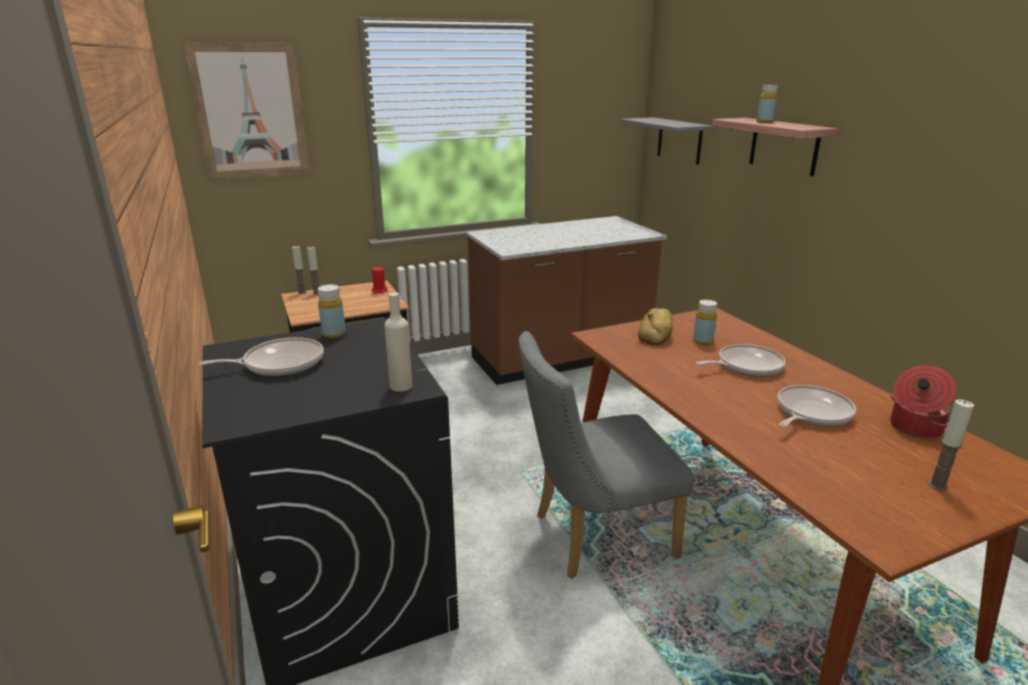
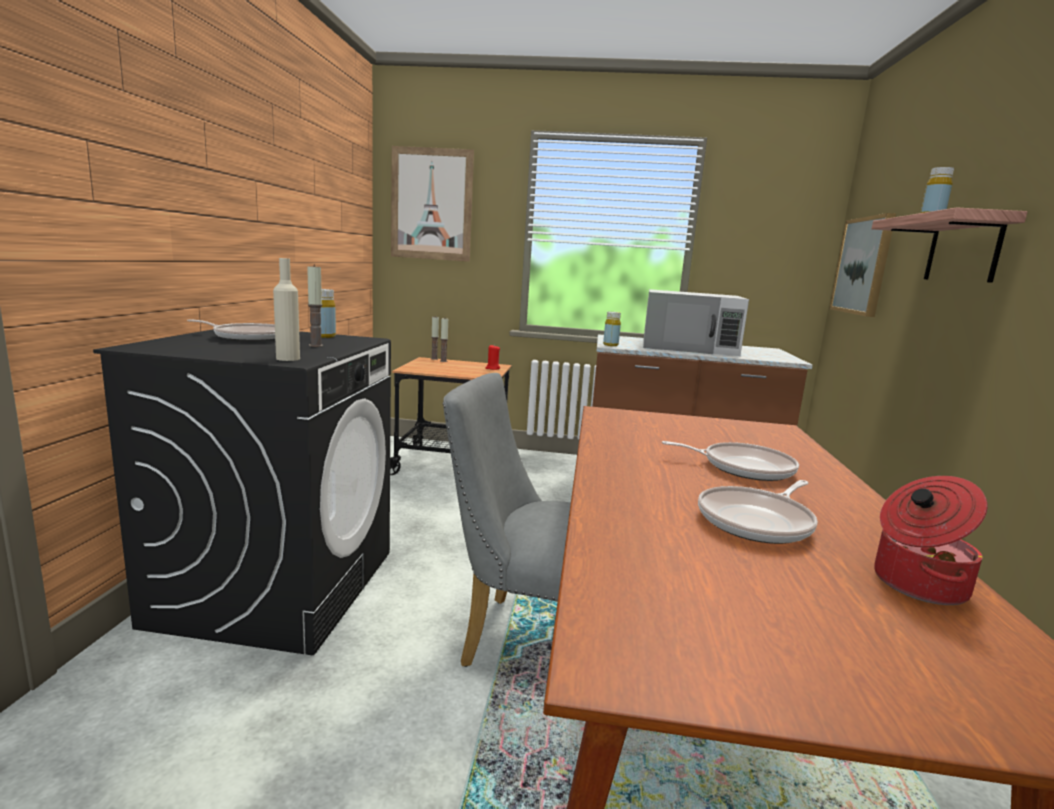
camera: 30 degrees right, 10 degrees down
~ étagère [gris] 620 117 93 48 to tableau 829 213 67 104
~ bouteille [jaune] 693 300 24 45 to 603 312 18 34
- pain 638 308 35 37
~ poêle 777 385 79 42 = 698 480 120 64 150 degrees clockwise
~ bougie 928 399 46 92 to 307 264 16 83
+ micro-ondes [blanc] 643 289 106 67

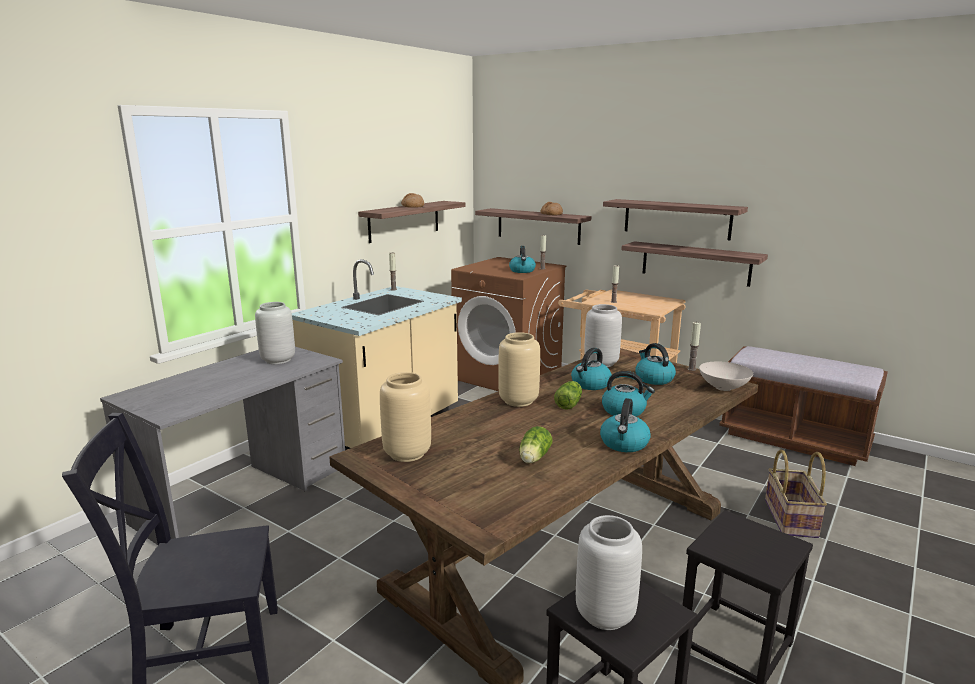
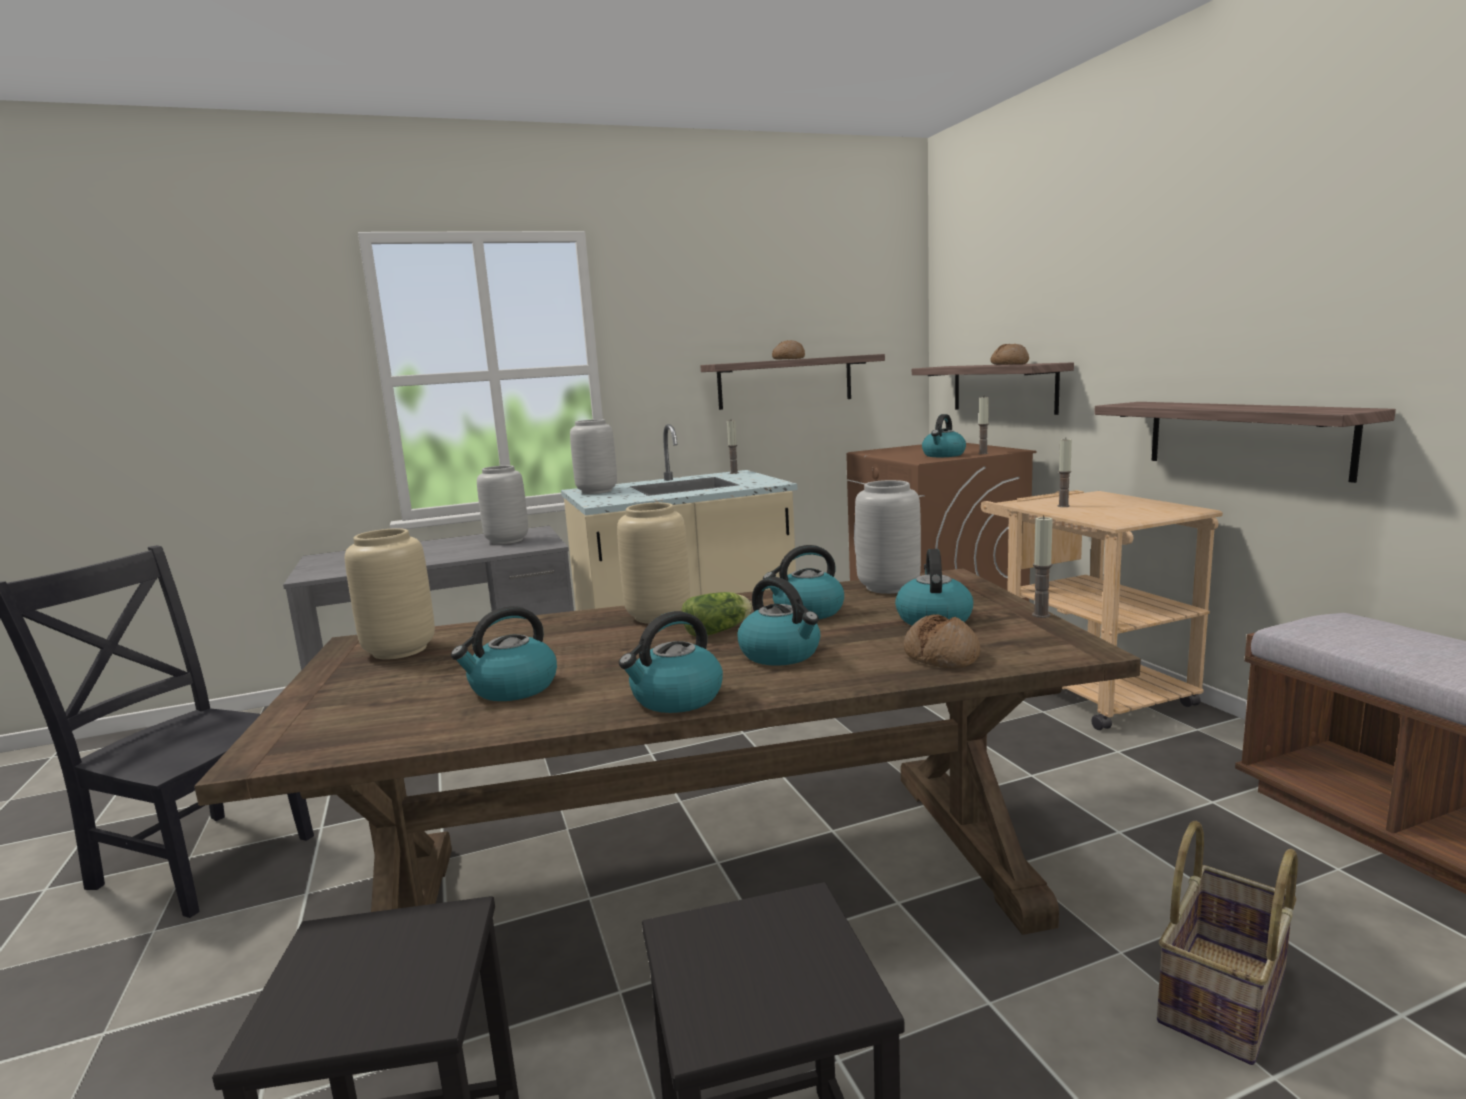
camera: 35 degrees right, 5 degrees down
- étagère 603 199 145 41
- bol [blanc] 699 362 54 29
~ laitue 519 426 34 37 to bouilloire 451 606 106 95
~ vase [gris] 576 515 66 115 to 570 419 47 75
+ pain 904 615 76 53

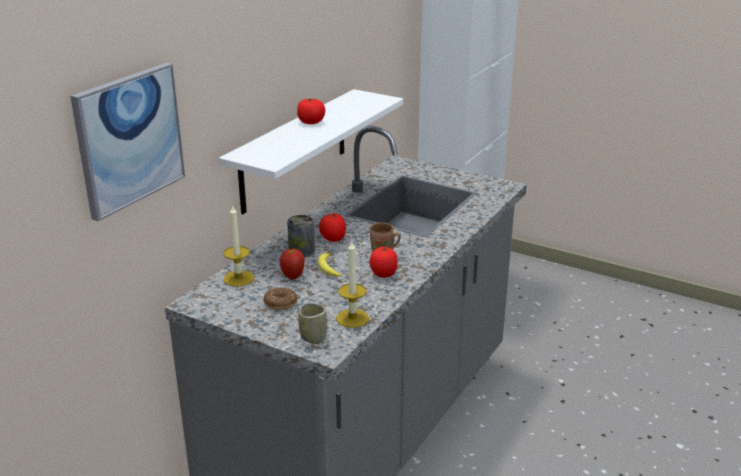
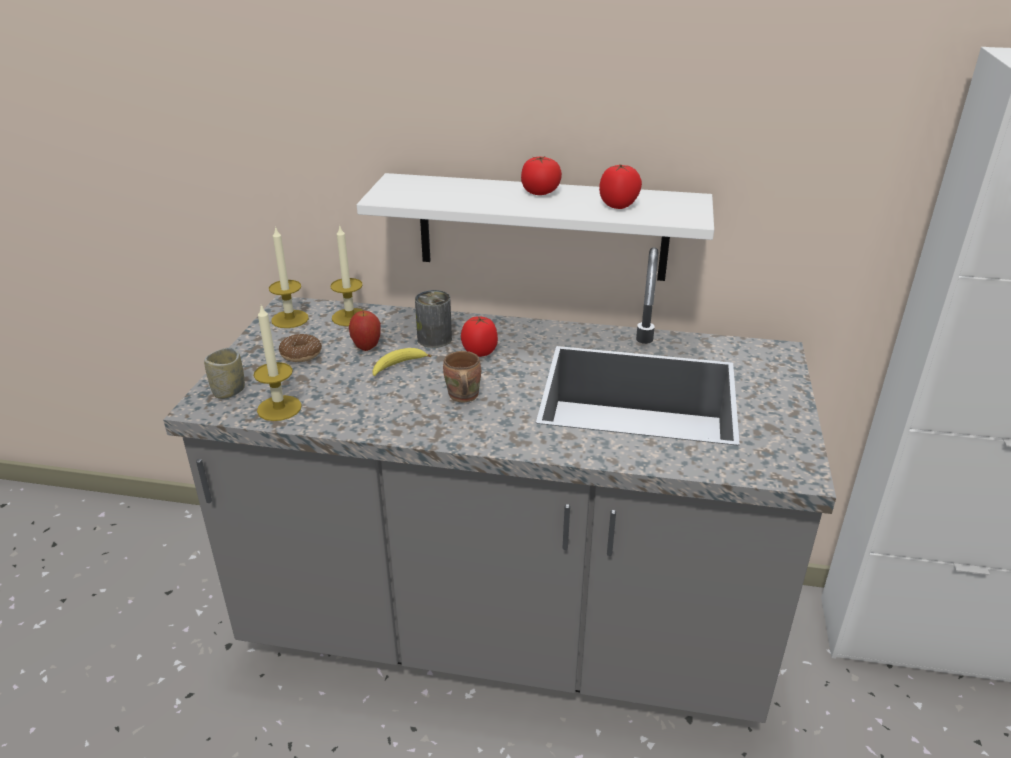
camera: 70 degrees right, 5 degrees up
- tableau 70 63 115 158
~ tomate 370 246 28 32 to 599 164 43 45
+ bougie 269 226 40 102

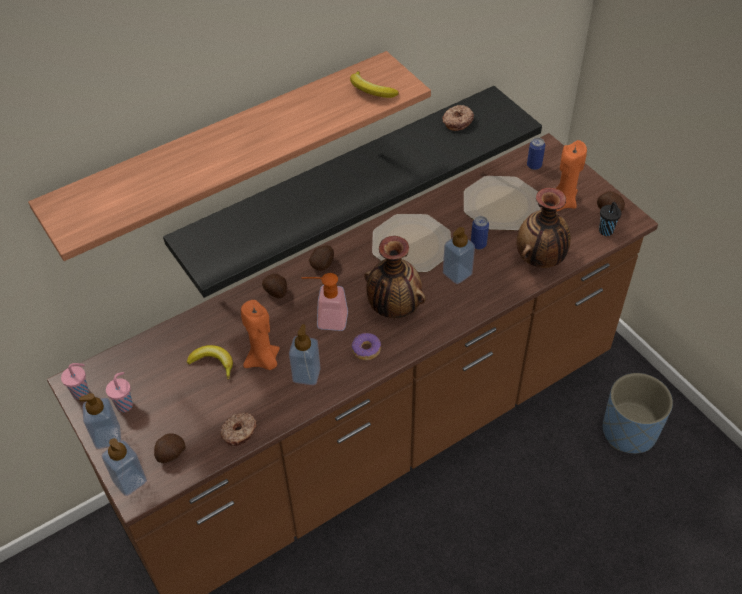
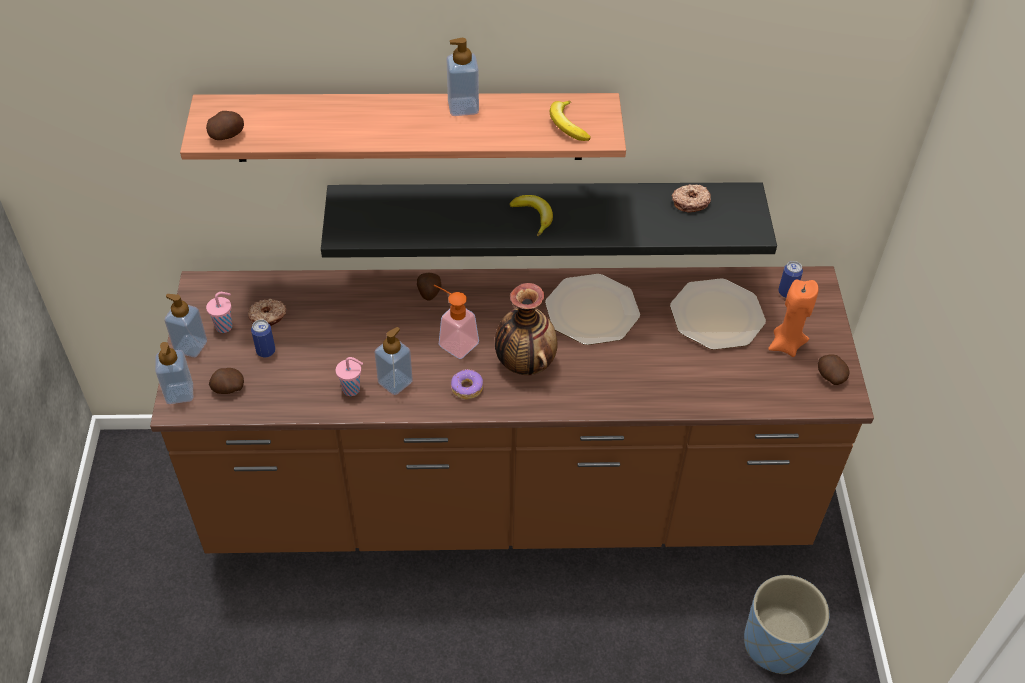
camera: 30 degrees right, 0 degrees up
- vase 516 188 55 80
- tasse [noir] 599 202 22 34
~ boîte métallique 471 216 18 33 to 251 319 24 39
~ distributeur de savon 443 227 32 57 to 446 38 33 78
~ pomme de terre 309 245 25 26 to 206 111 38 29
- bougie [orange] 241 300 39 70
~ banane 187 345 46 35 to 510 195 43 41
~ tasse [rose] 61 363 28 37 to 336 357 27 39
~ beignet 220 412 37 34 to 248 299 38 27

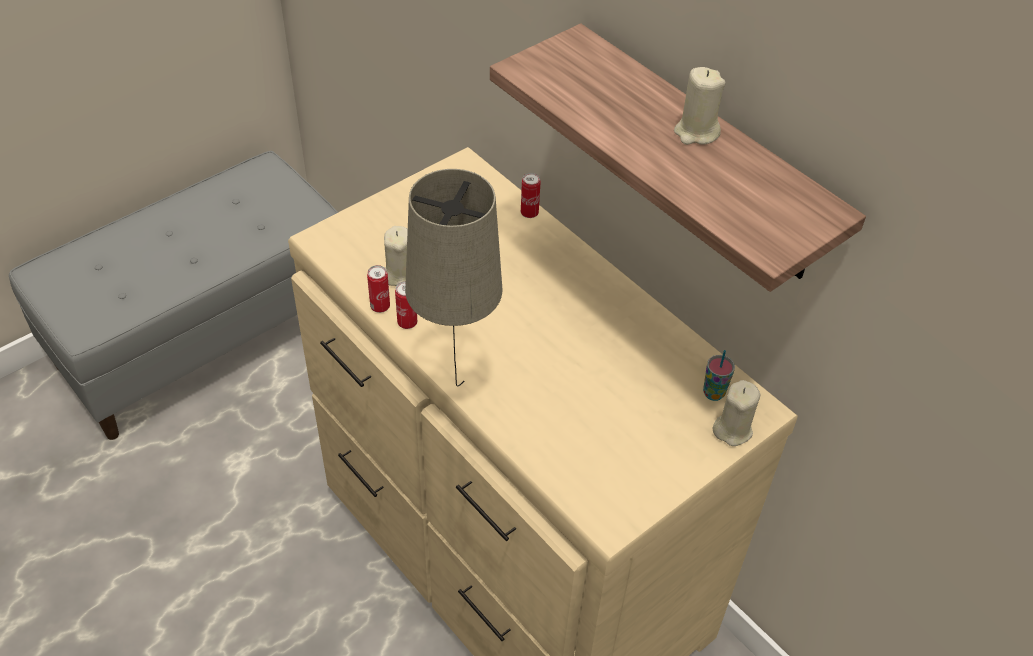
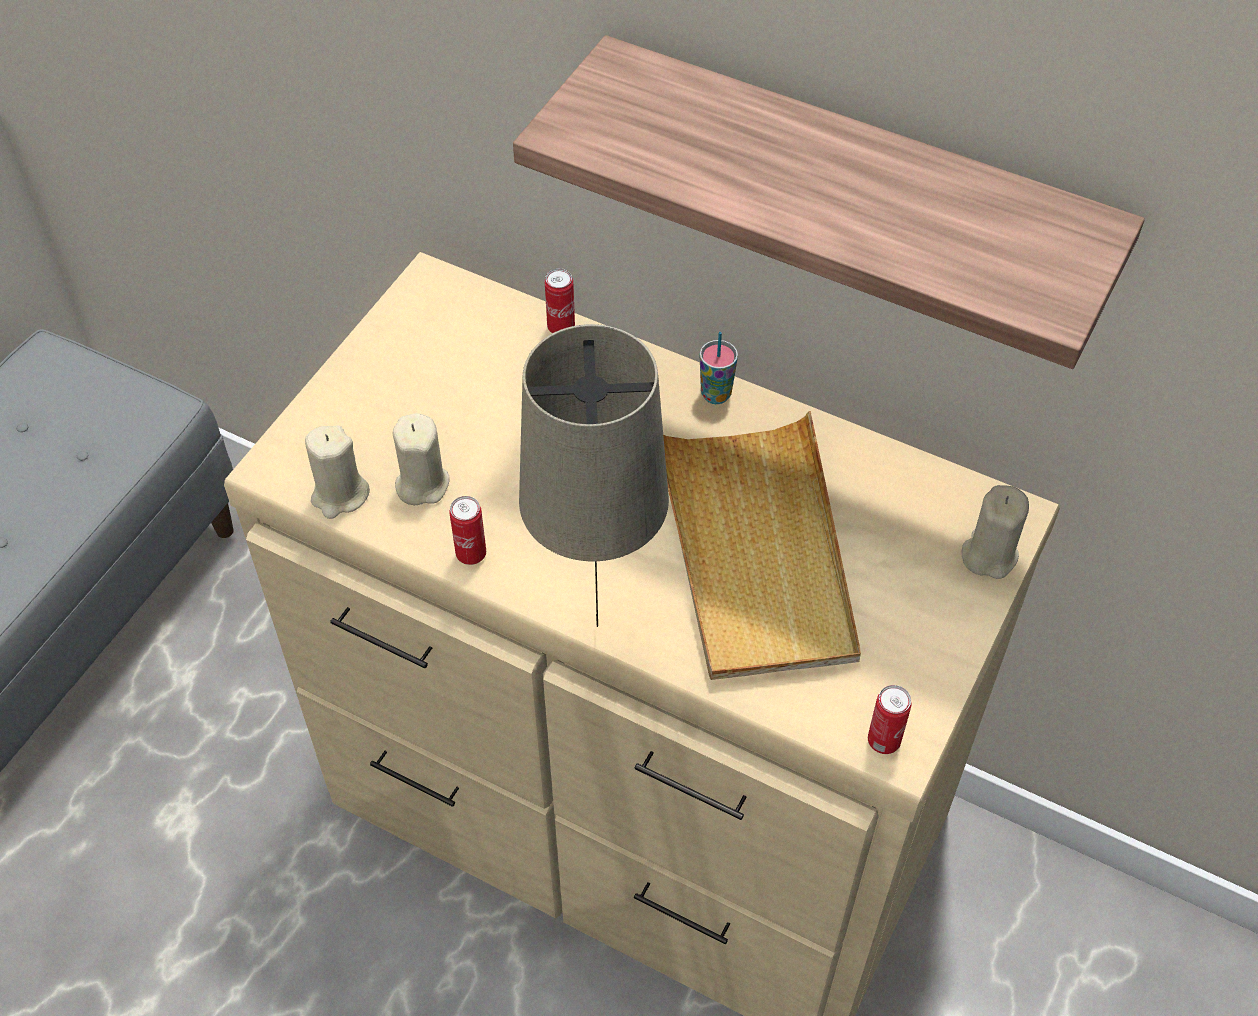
camera: 20 degrees left, 5 degrees up
~ bougie [beige] 674 67 51 78 to 305 425 65 94
~ boîte métallique 367 265 23 48 to 868 685 44 69
~ tasse 703 350 32 51 to 700 332 38 72
+ plateau [beige] 663 411 198 269

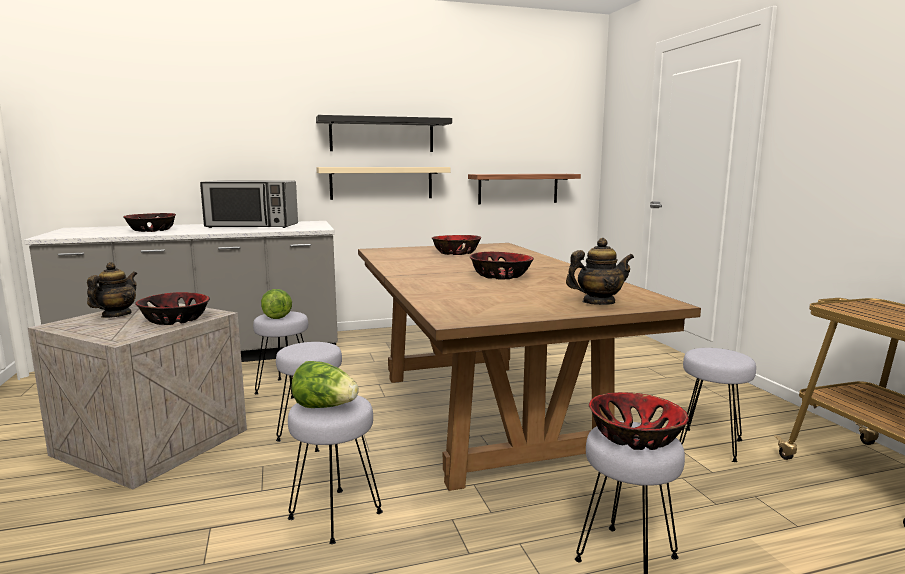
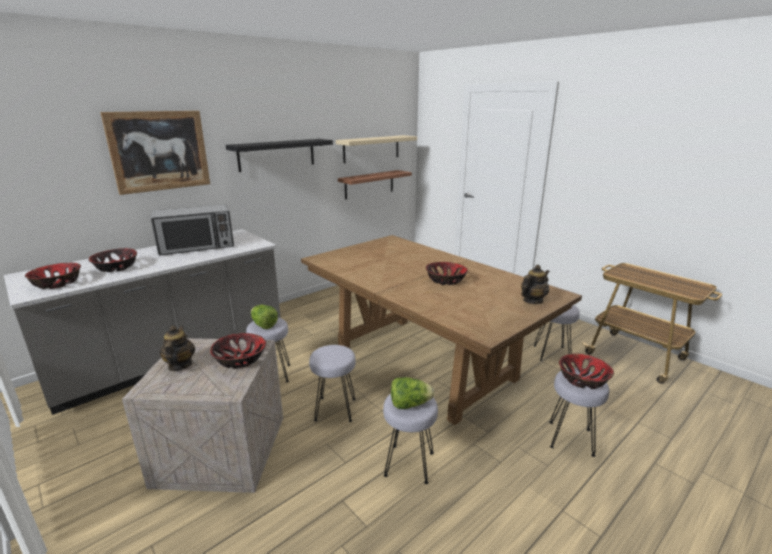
camera: 25 degrees left, 10 degrees up
~ étagère [beige] 316 167 134 33 to 336 135 81 28
~ bol 431 235 50 20 to 25 263 56 26
+ tableau 100 111 110 84

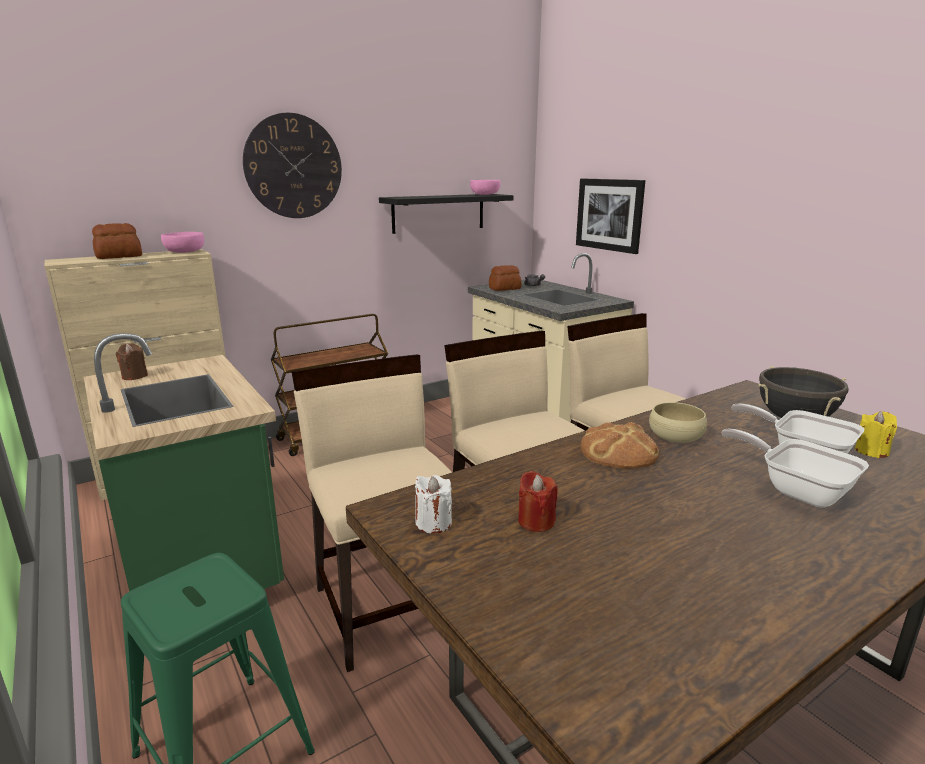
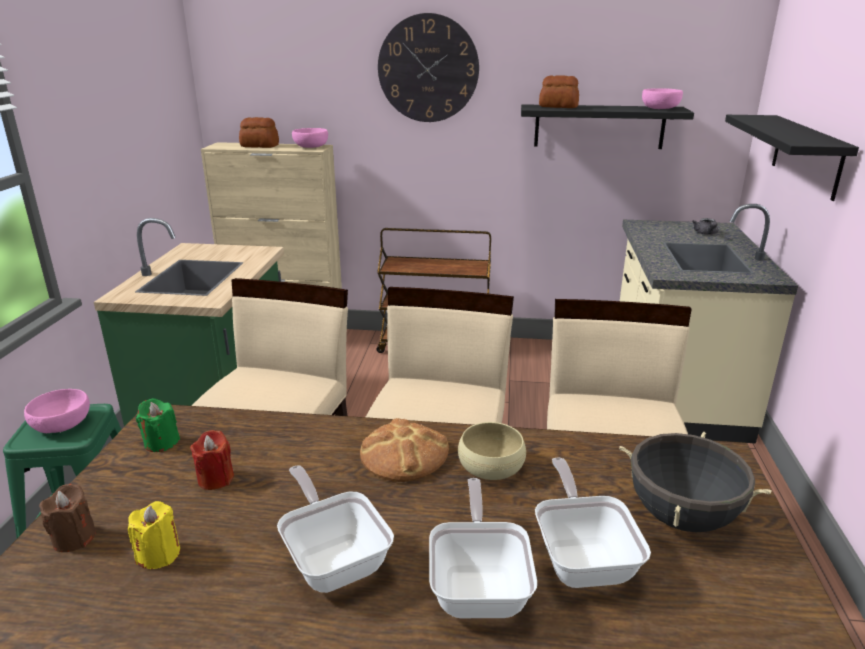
camera: 40 degrees right, 5 degrees up
~ tableau 576 178 70 76 to étagère [noir] 725 115 134 86
~ pain 489 265 33 26 to 539 75 40 33
~ bougie [marron] 115 344 33 36 to 39 484 57 68
~ bougie [jaune] 855 411 42 47 to 128 501 52 68
~ bougie [blanc] 415 475 37 58 to bougie [vert] 136 398 44 54
+ bol [rose] 24 389 66 44
+ poêle 277 465 117 128

